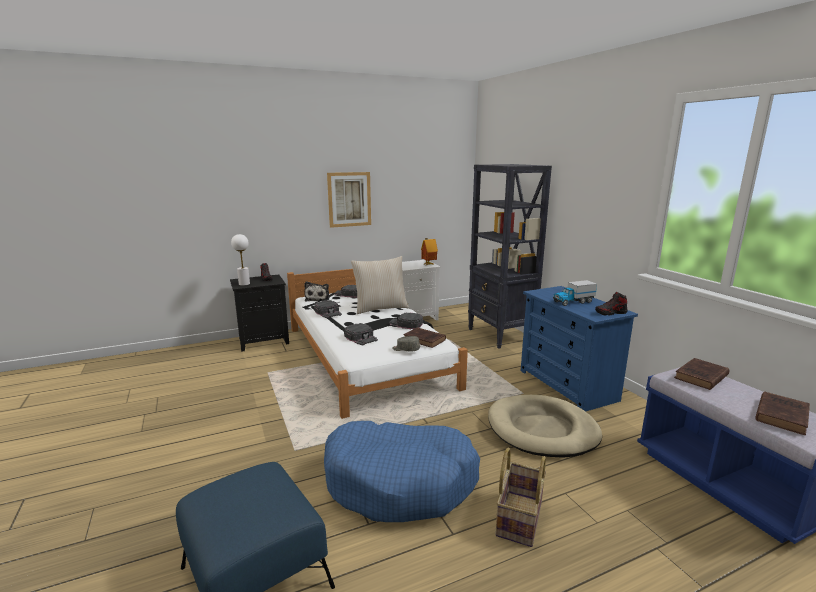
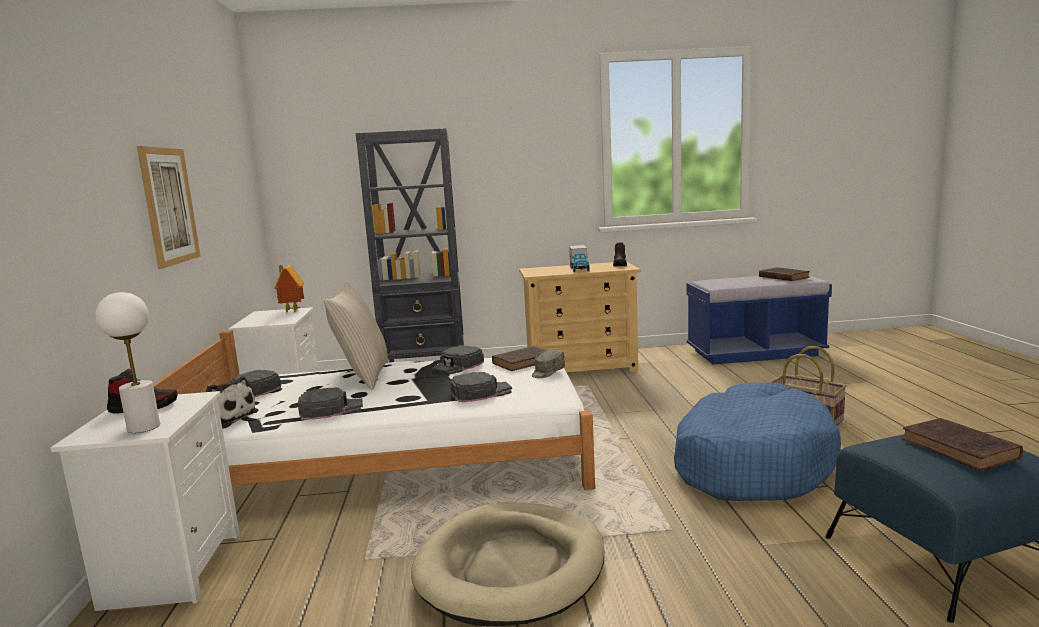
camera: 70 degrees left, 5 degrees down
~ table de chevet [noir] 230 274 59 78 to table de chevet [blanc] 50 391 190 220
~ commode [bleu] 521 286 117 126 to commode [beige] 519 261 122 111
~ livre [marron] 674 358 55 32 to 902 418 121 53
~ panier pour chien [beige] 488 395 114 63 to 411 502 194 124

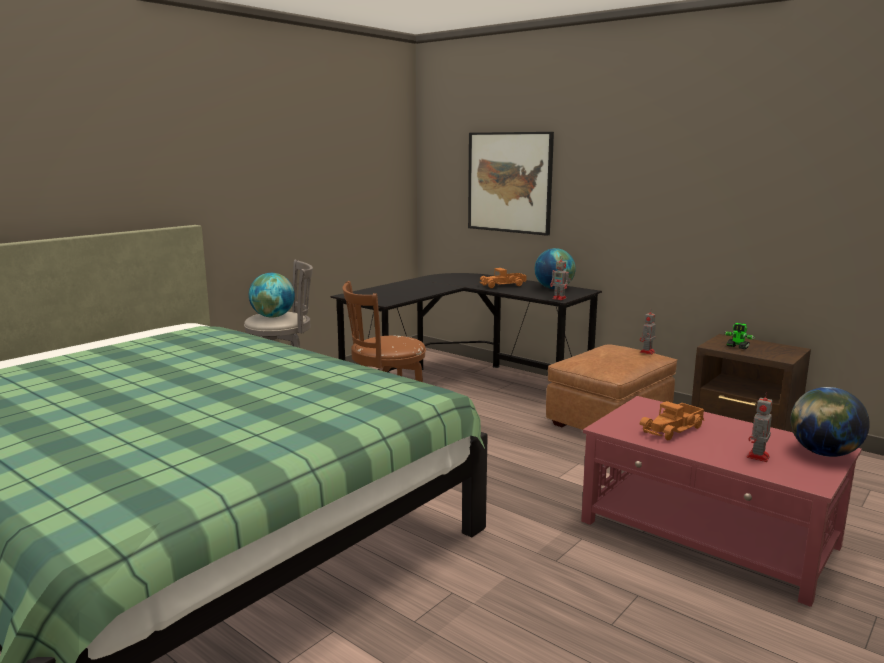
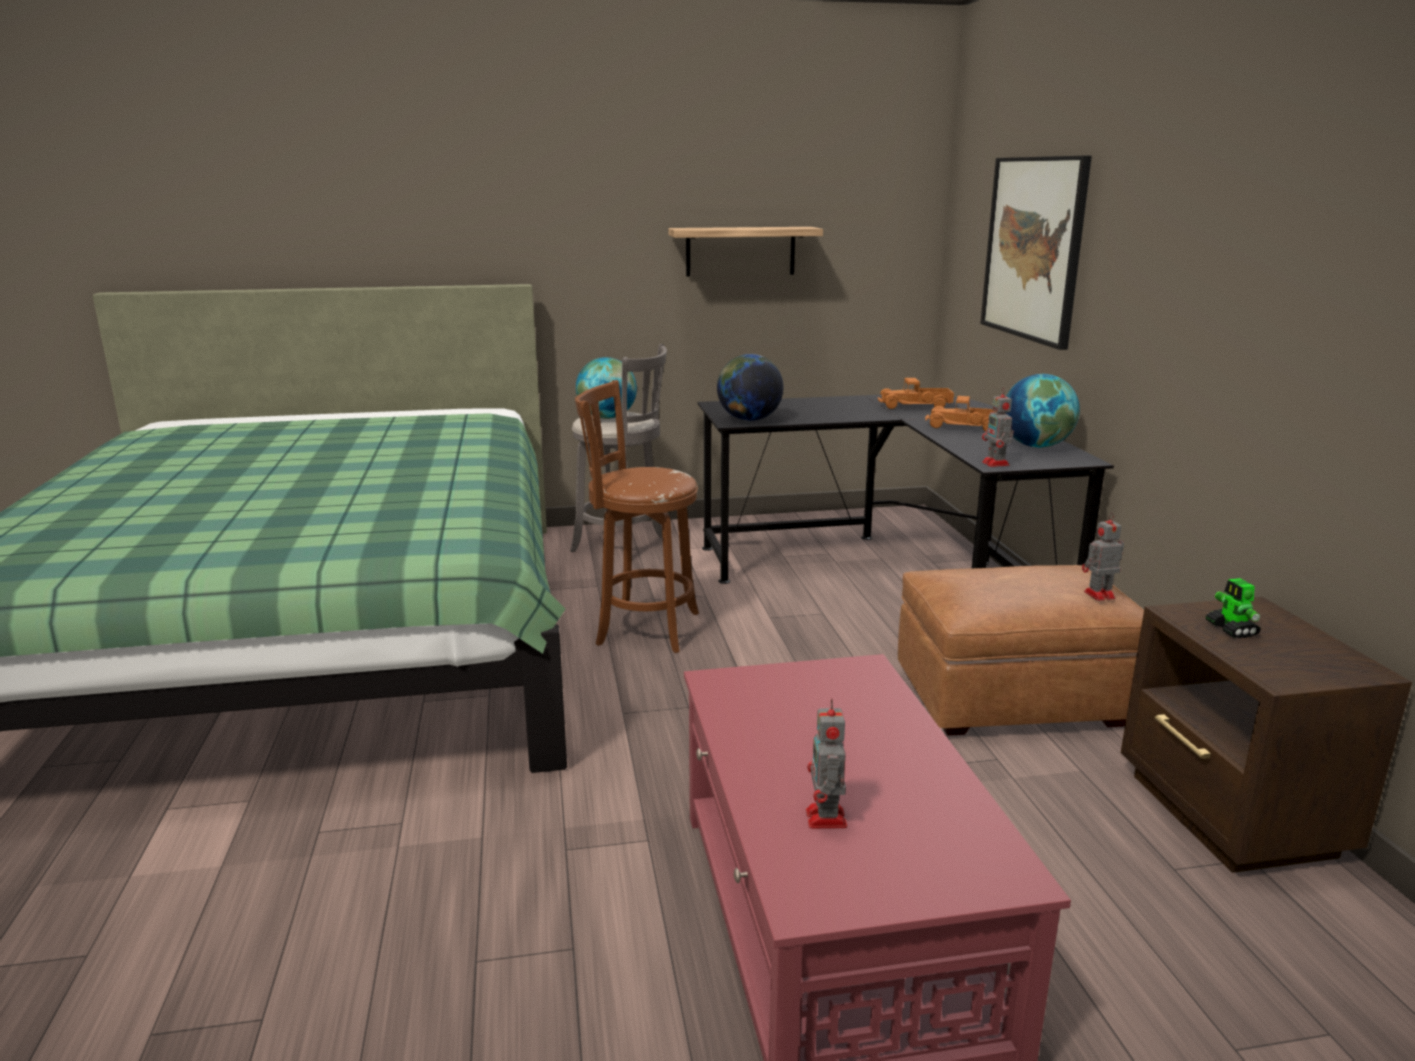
camera: 40 degrees right, 5 degrees up
~ globe 790 387 80 70 to 717 354 66 67
~ robot jouet 747 392 26 70 = 806 699 41 130 75 degrees counterclockwise
~ camion jouet 640 401 65 39 to 878 378 76 31
+ étagère 668 227 155 50

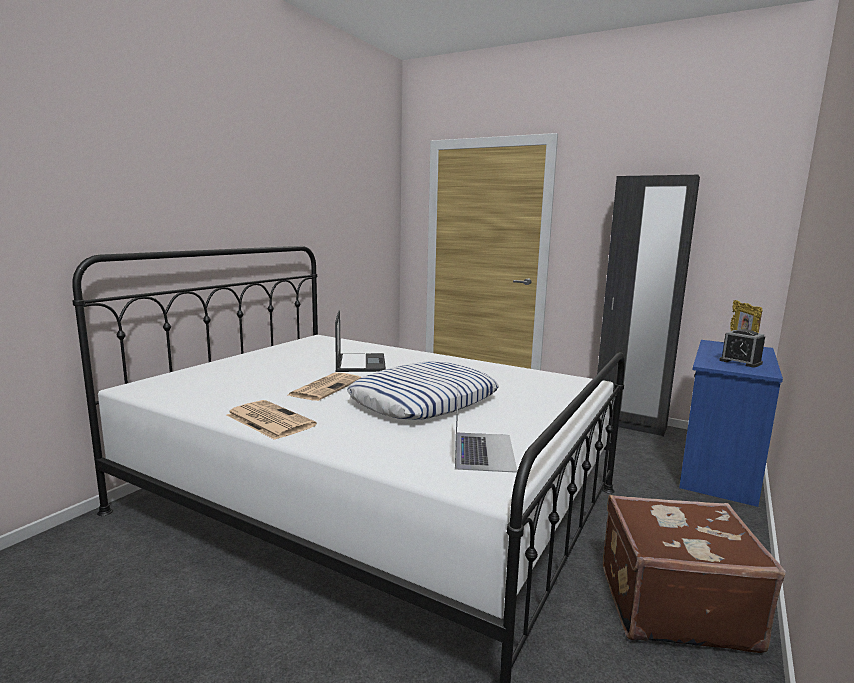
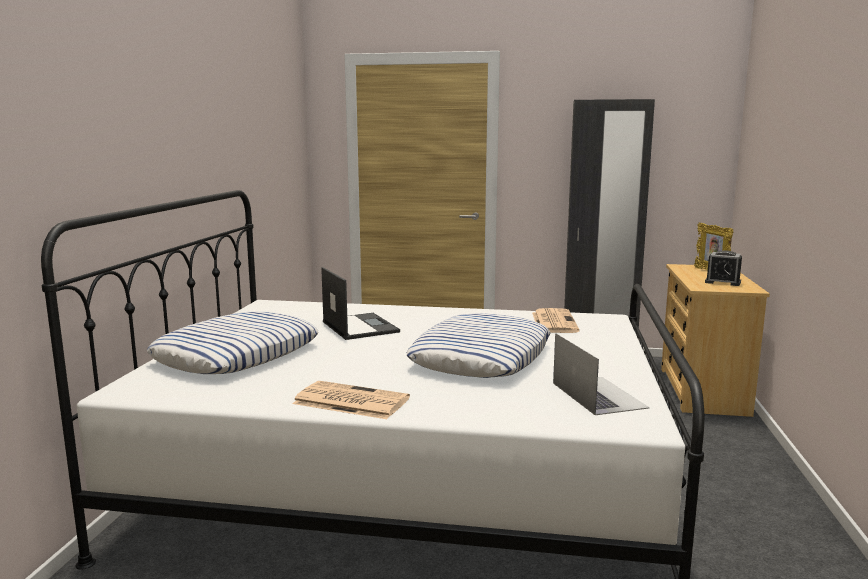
camera: 20 degrees left, 0 degrees up
~ commode [bleu] 679 340 104 167 to commode [beige] 661 264 109 153
~ journal 288 372 73 29 to 532 308 48 25
- valise [marron] 603 495 183 158
+ coussin 147 312 171 62

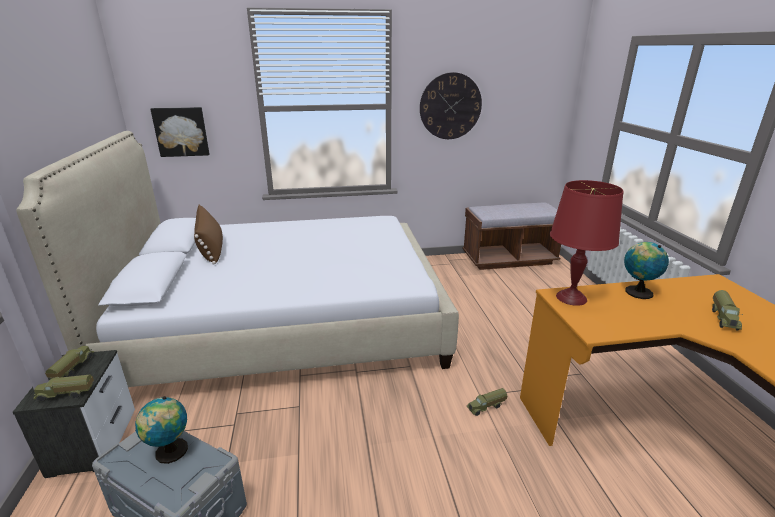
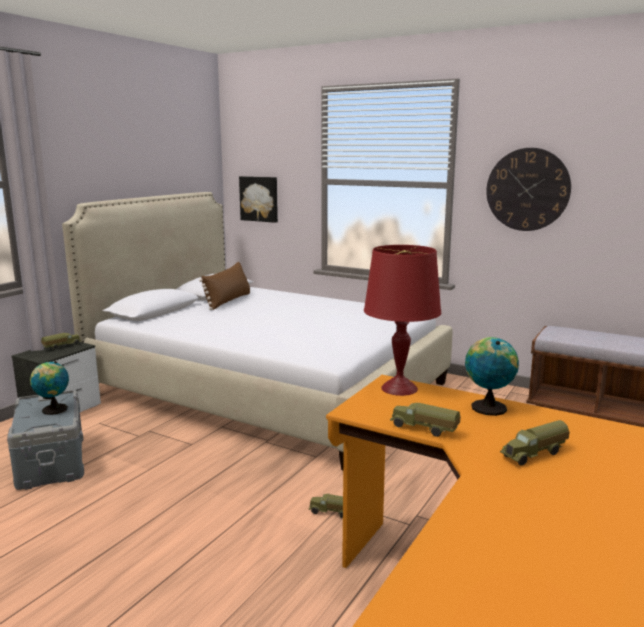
camera: 40 degrees right, 10 degrees down
~ camion jouet 33 375 61 27 to 390 403 71 34

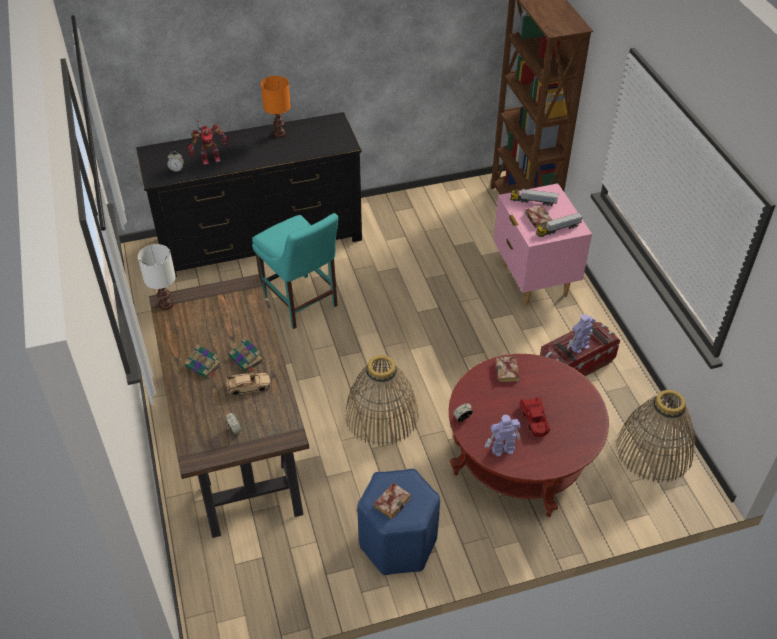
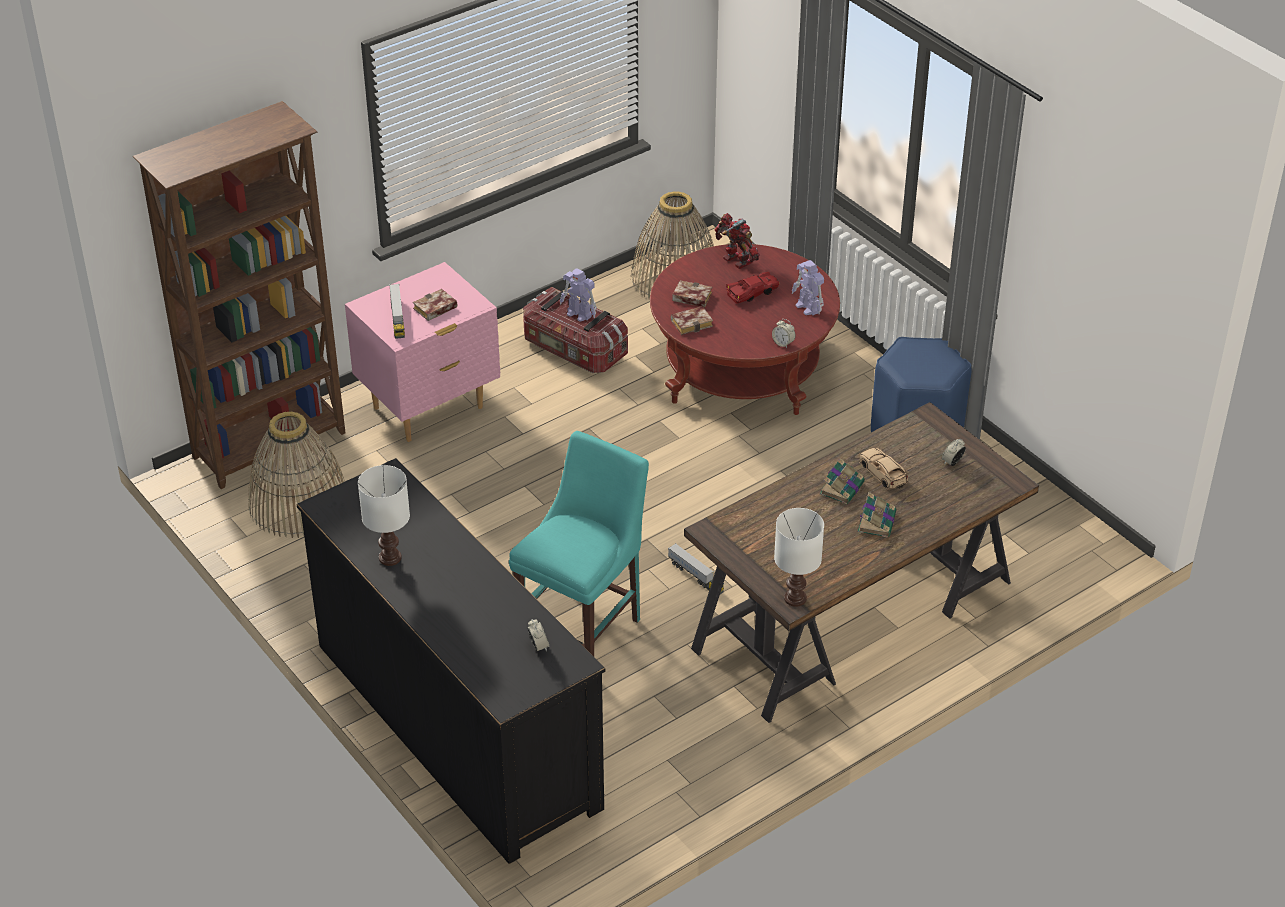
camera: 110 degrees left, 5 degrees down
~ lampe de table [orange] 261 76 30 62 to lampe de table [blanc] 358 465 52 101
~ robot jouet 187 120 42 45 to 715 213 45 56
~ camion jouet 536 212 47 25 to 668 543 56 51
~ panier 345 355 74 91 to 248 411 97 127
~ livre 373 483 38 36 to 672 280 40 27

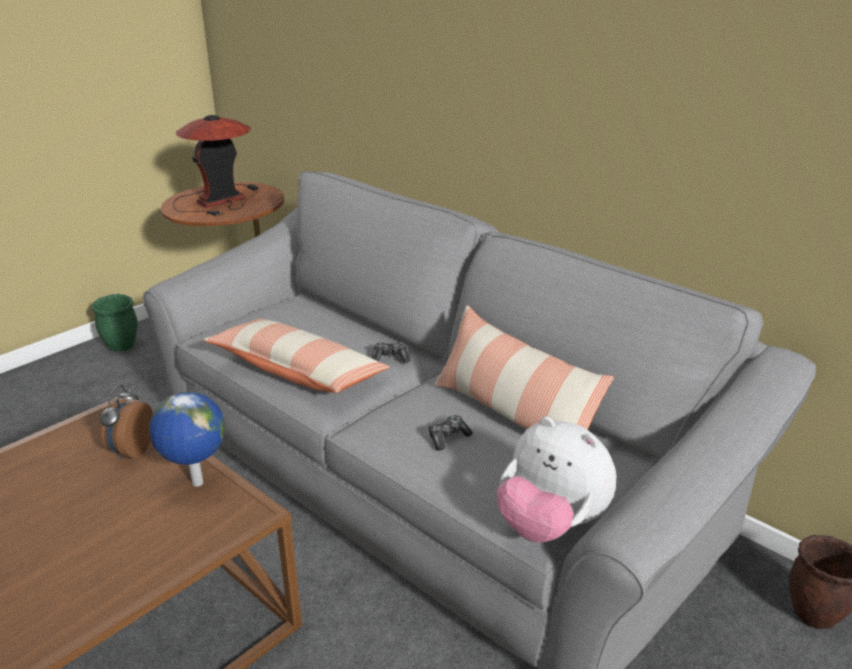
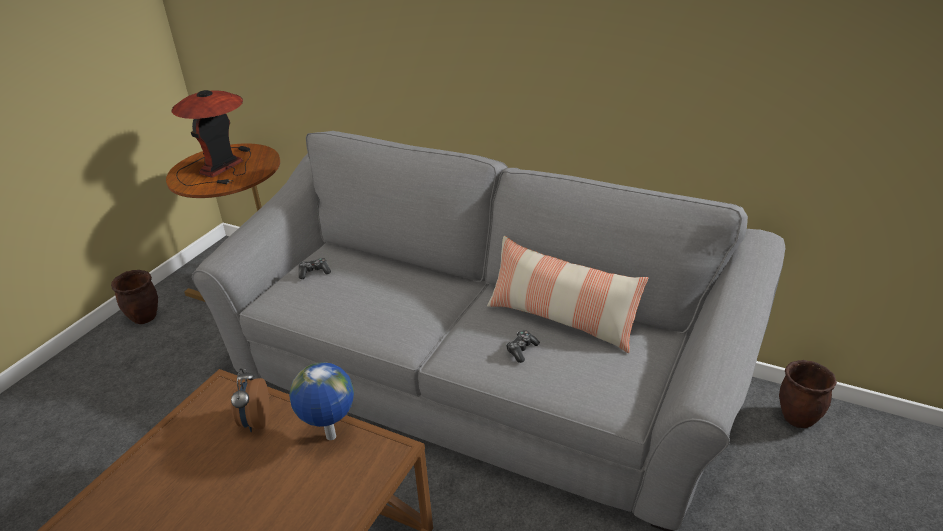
camera: 15 degrees left, 5 degrees up
~ cache-pot [vert] 92 294 46 58 to cache-pot [marron] 111 270 47 54
- coussin 203 319 187 74
~ manette 372 342 38 21 to 299 258 32 21
- peluche 497 416 119 127

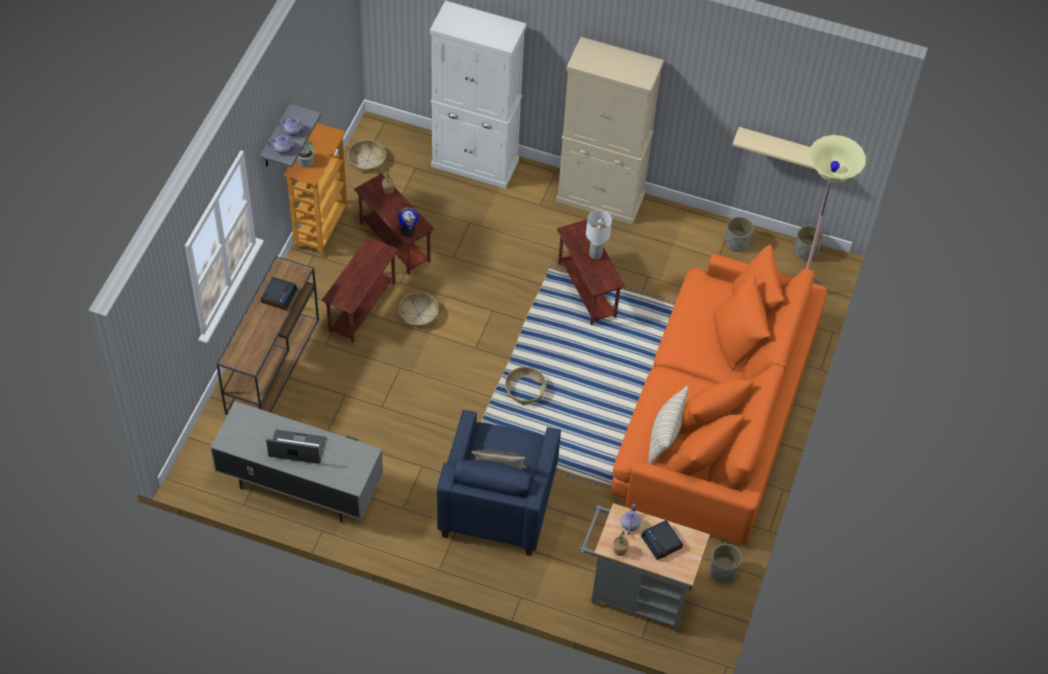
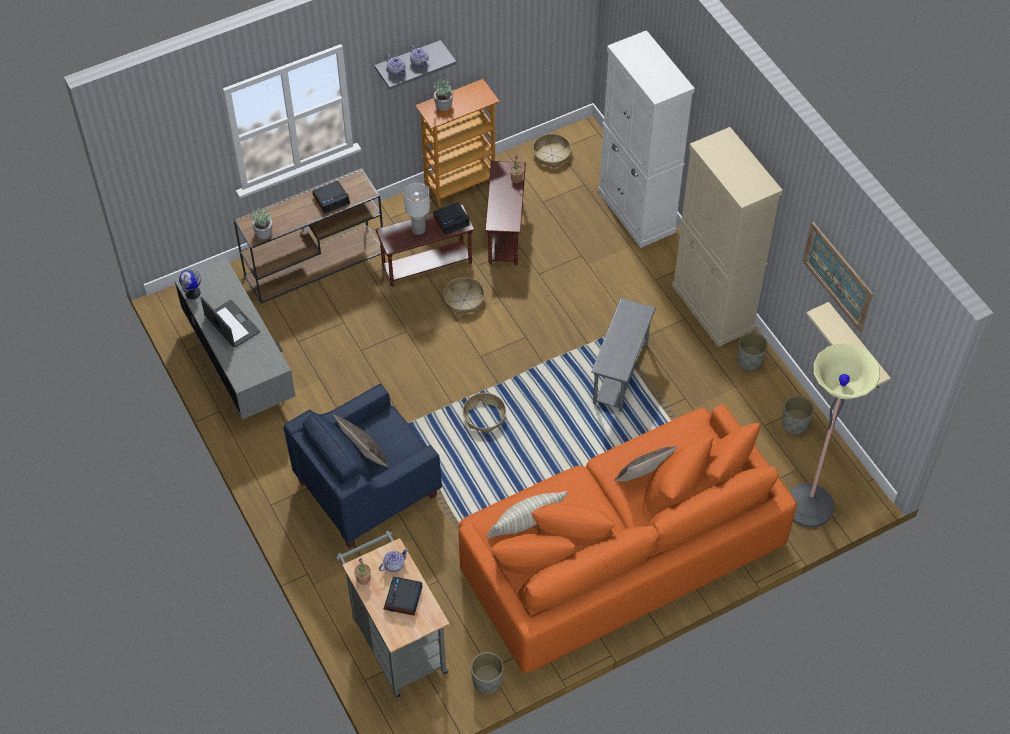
camera: 45 degrees right, 0 degrees up
~ globe 398 207 20 29 to 179 269 22 30
~ lampe de table [blanc] 586 210 26 49 to 404 183 26 52
~ table d'appoint [marron] 557 219 68 106 to table d'appoint [gris] 591 298 65 114
~ cache-pot [gris] 795 225 29 37 to 737 332 31 39
+ réveil 433 202 37 33
+ plante en pot 251 206 21 33
+ tableau 803 222 70 111
+ coussin 615 446 62 36

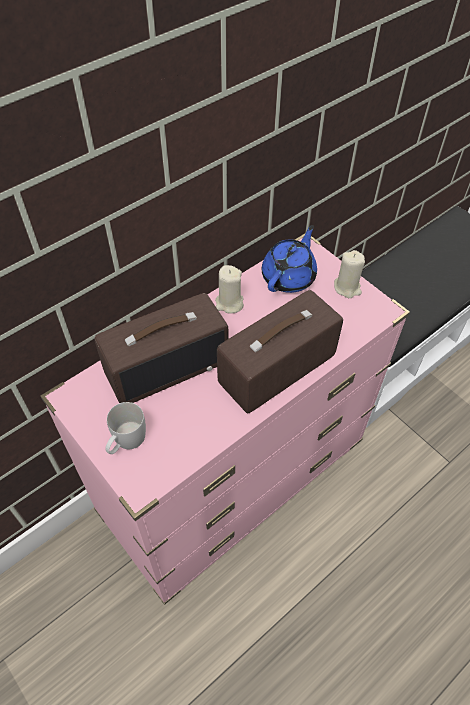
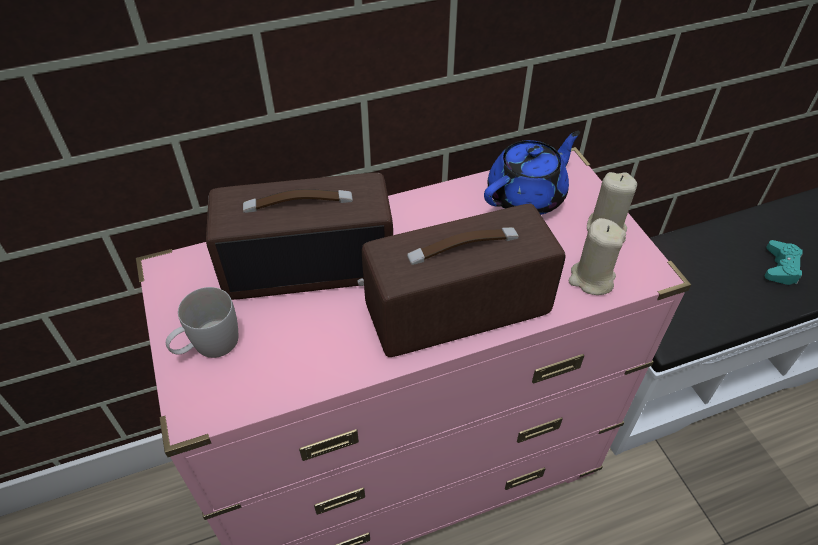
camera: 20 degrees right, 5 degrees down
~ bougie [beige] 215 265 29 49 to 568 218 58 77
+ manette [turquoise] 764 240 39 45

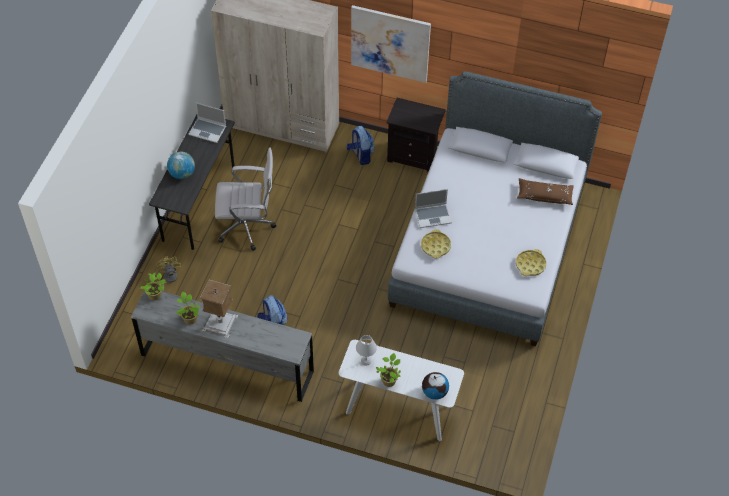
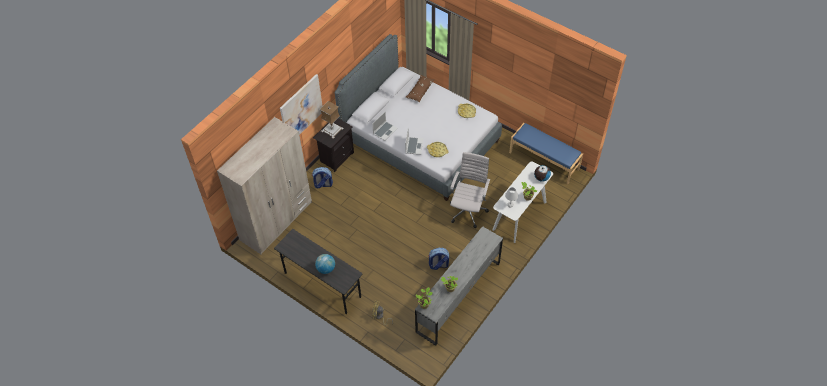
camera: 70 degrees left, 0 degrees up
~ ordinateur portable 188 102 38 41 to 372 111 26 30
~ chaise de bureau [blanc] 215 147 61 104 to 450 152 41 76
~ lampe de table 200 280 39 58 to 320 101 24 38
+ banc [bleu] 509 123 74 61

